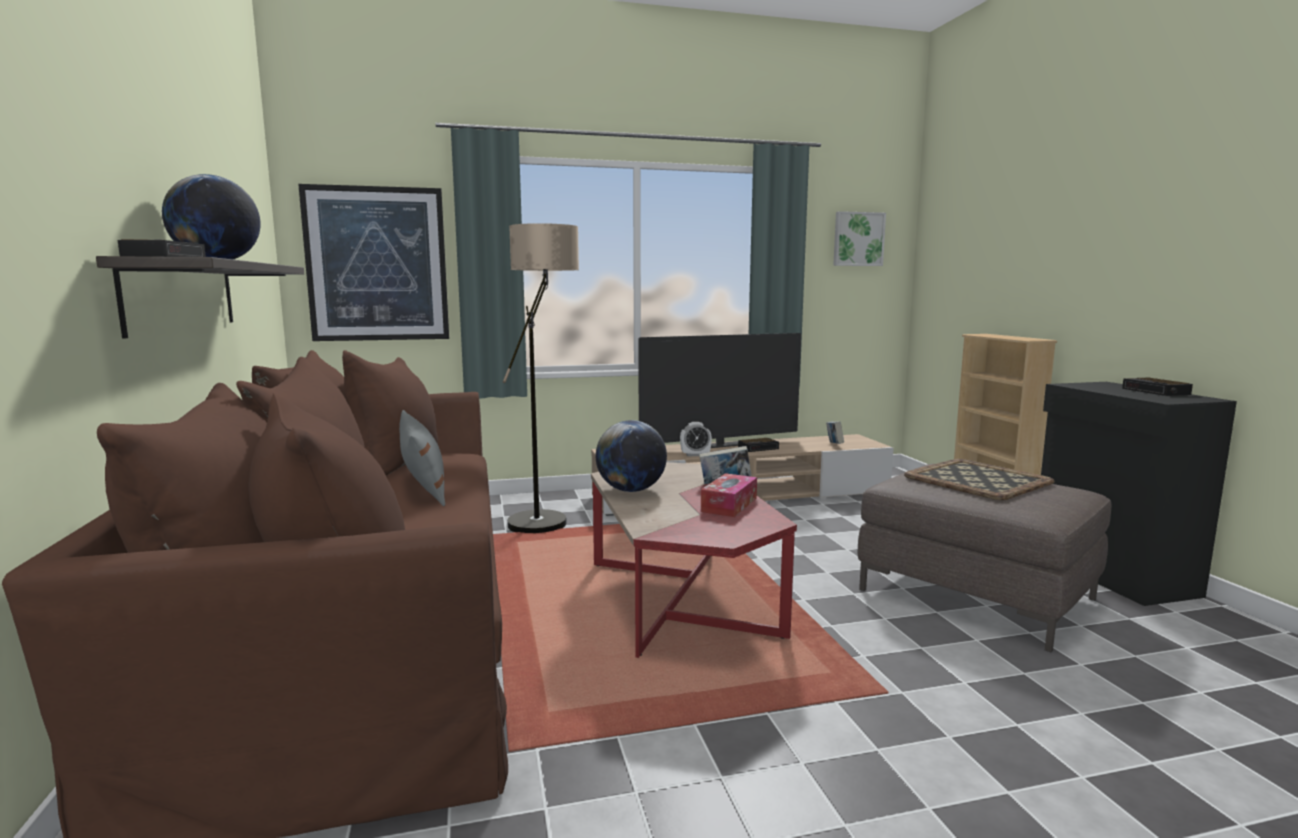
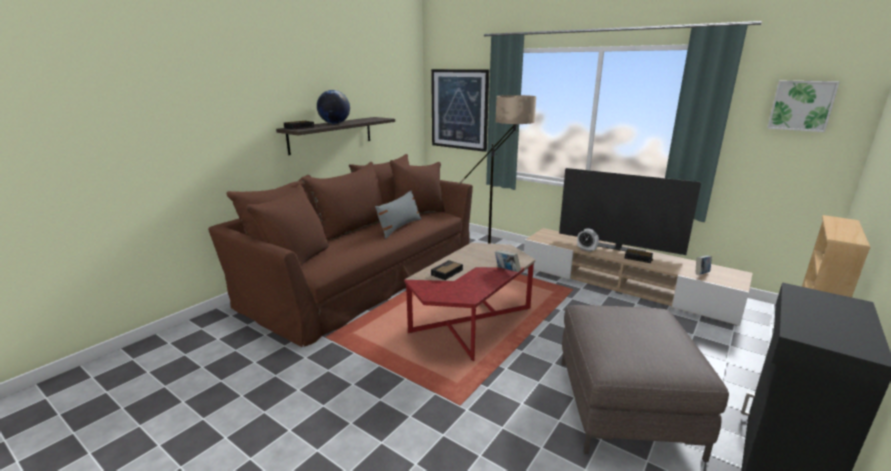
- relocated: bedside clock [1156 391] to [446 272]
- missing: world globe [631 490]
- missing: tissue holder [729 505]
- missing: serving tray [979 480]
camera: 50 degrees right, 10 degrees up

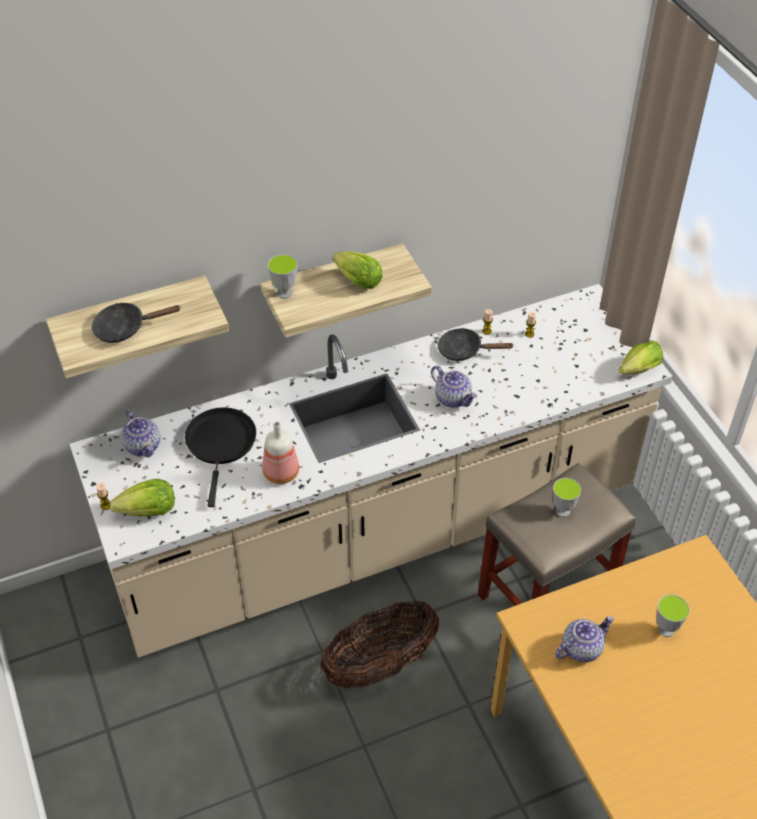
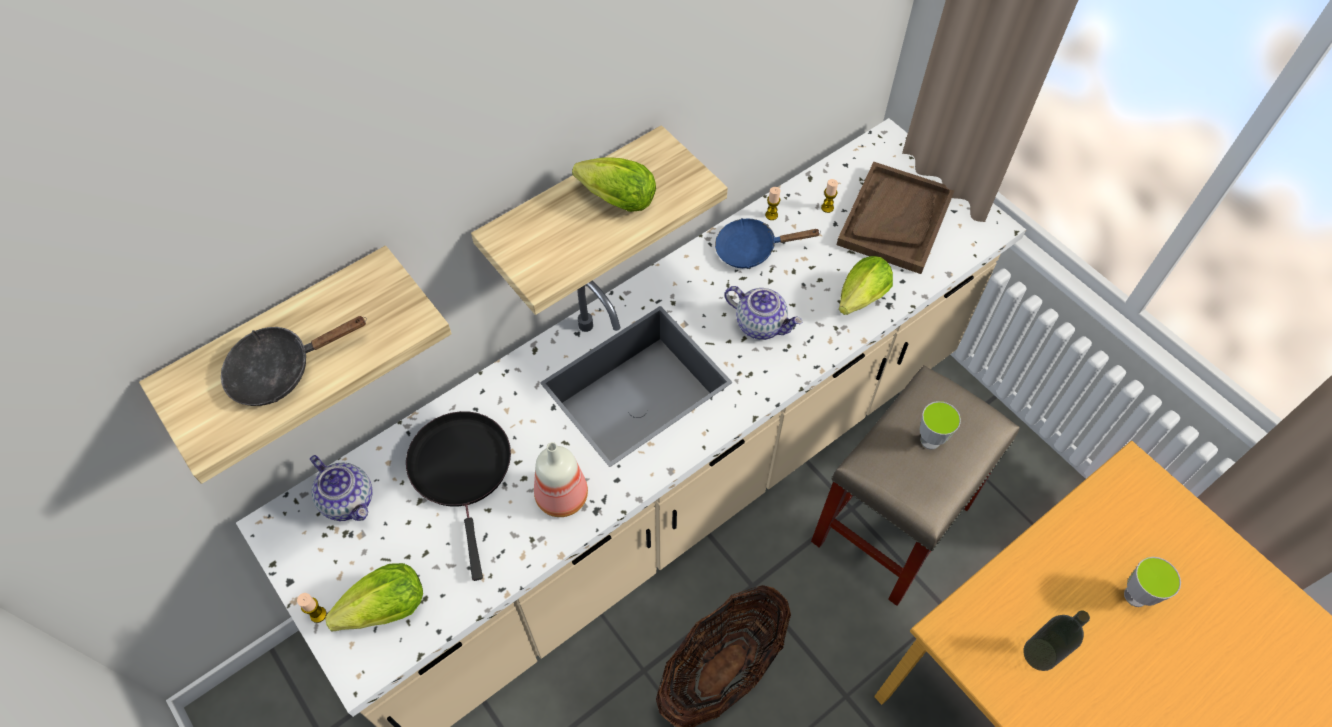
- colour: blackish pan [464 350] to blue-coloured pan [752 249]
- appeared: brownish serving tray [895 219]
- relocated: lettuce [637 371] to [859 300]
- exchanged: pot for tea [581 648] to bottle [1040 654]
- missing: cup [284 293]
camera: 15 degrees left, 10 degrees up

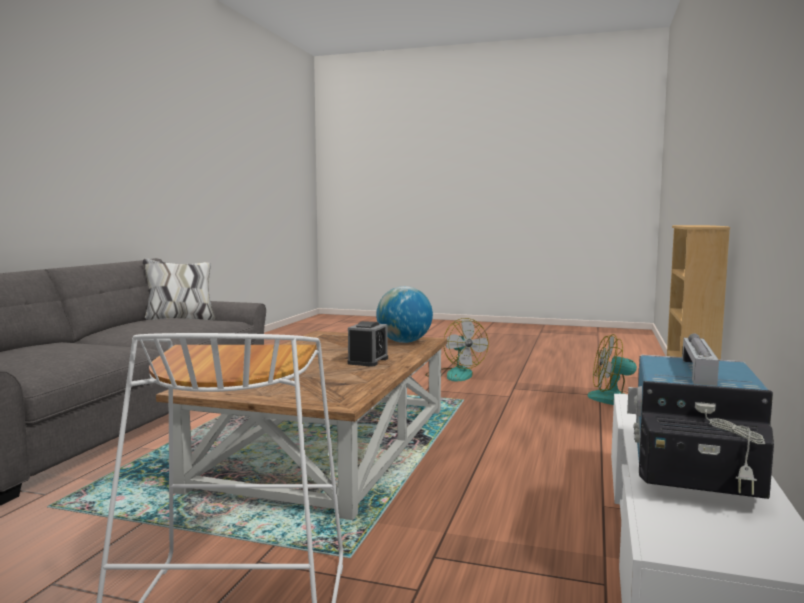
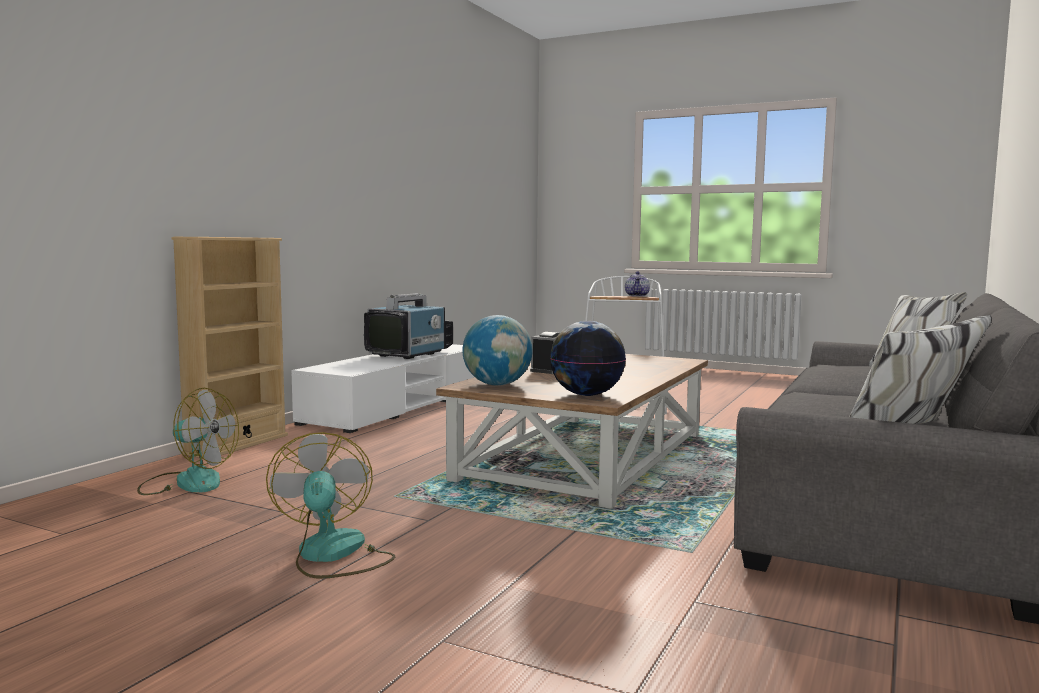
- appeared: world globe [587 395]
- appeared: pot for tea [637 296]
camera: 170 degrees left, 0 degrees up

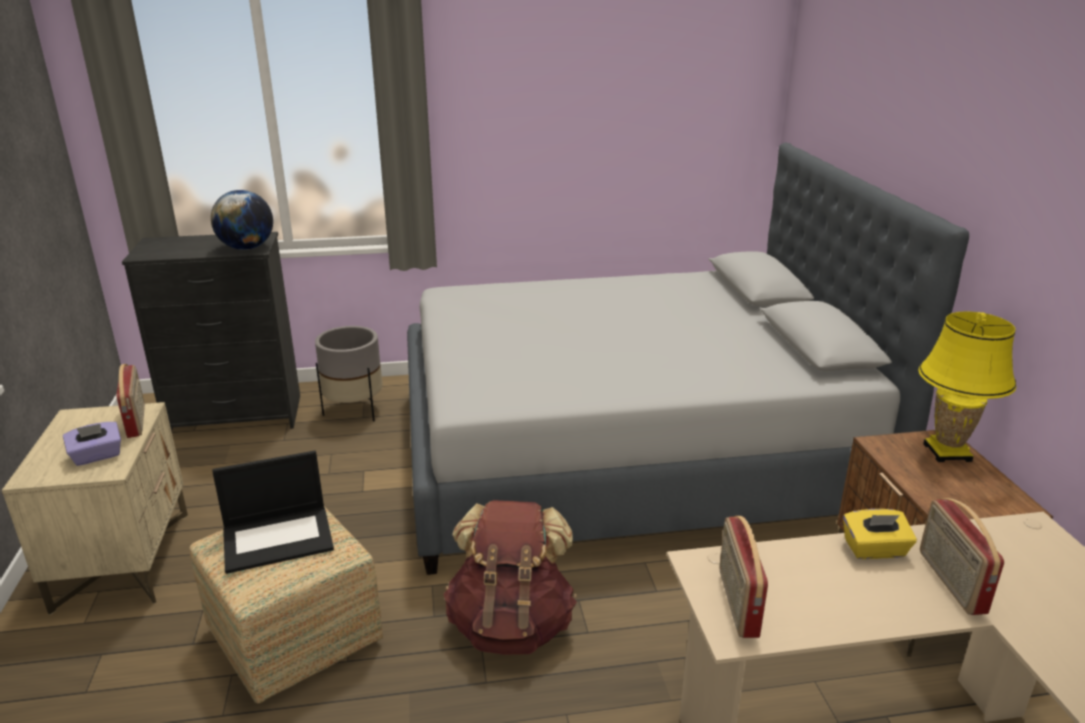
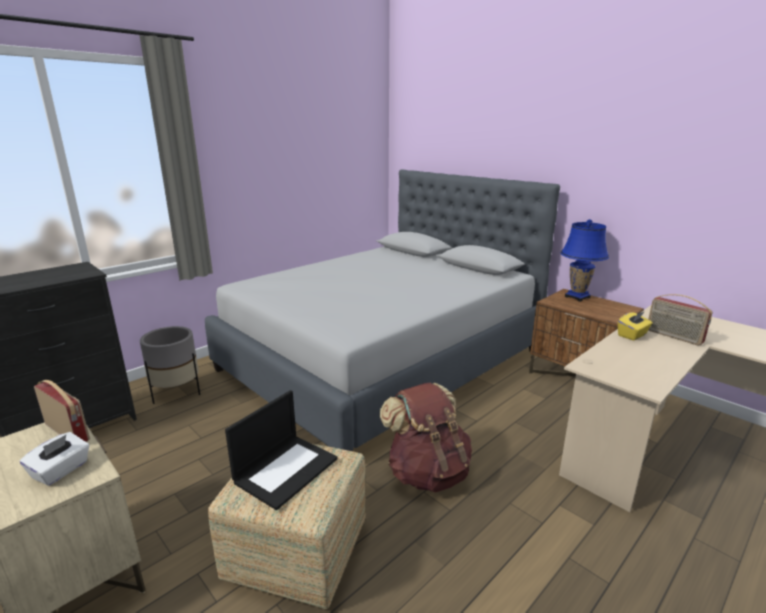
- colour: purple tissue holder [97 456] to white tissue holder [61 470]
- colour: yellowish table lamp [947 452] to blue-coloured table lamp [577 297]
- missing: world globe [247 248]
- missing: radio [736 602]
camera: 35 degrees left, 5 degrees down

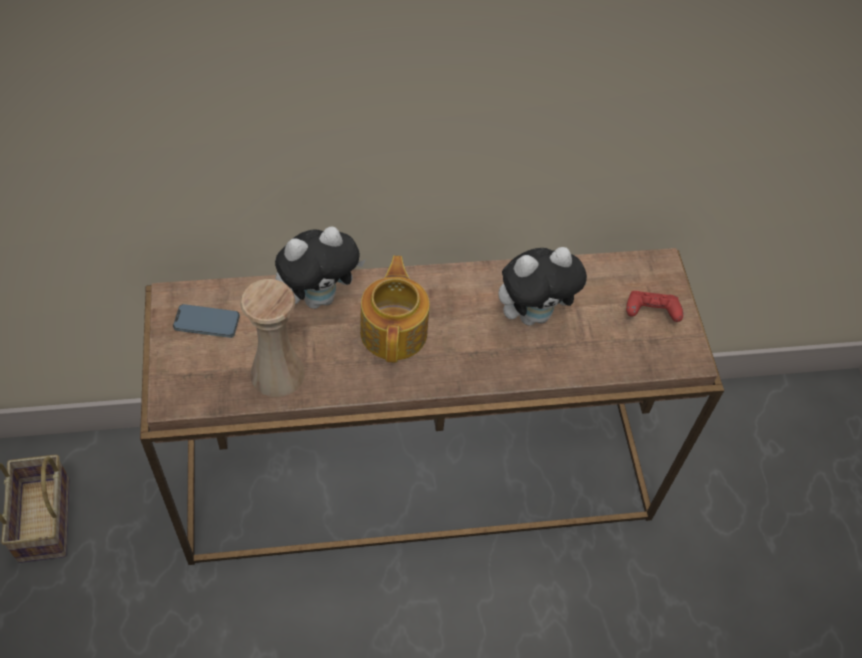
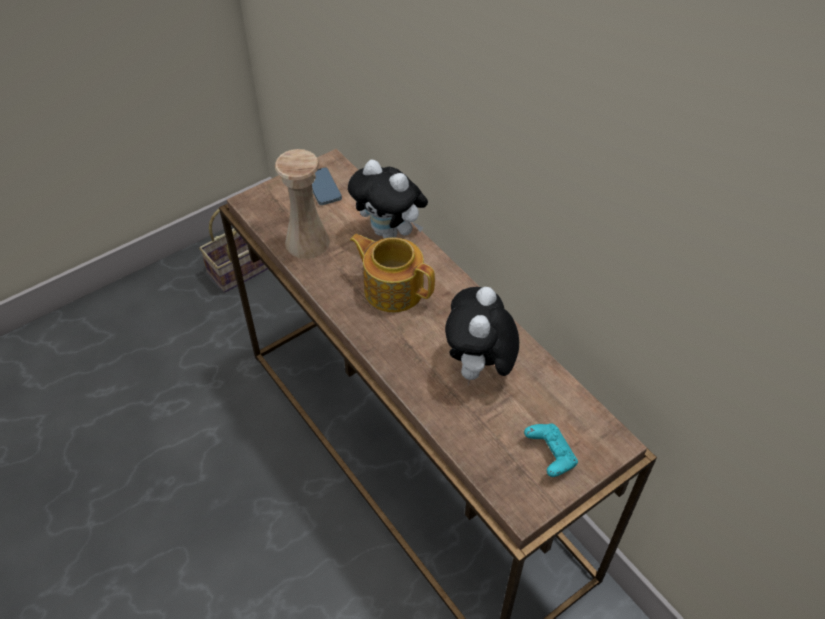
- spun: pot for tea [395 331] = [393 288] 120 degrees counterclockwise
- spun: cuddly toy [533 314] = [478 368] 60 degrees clockwise
- colour: red game controller [650 313] to turquoise-coloured game controller [550 455]
camera: 65 degrees right, 5 degrees down

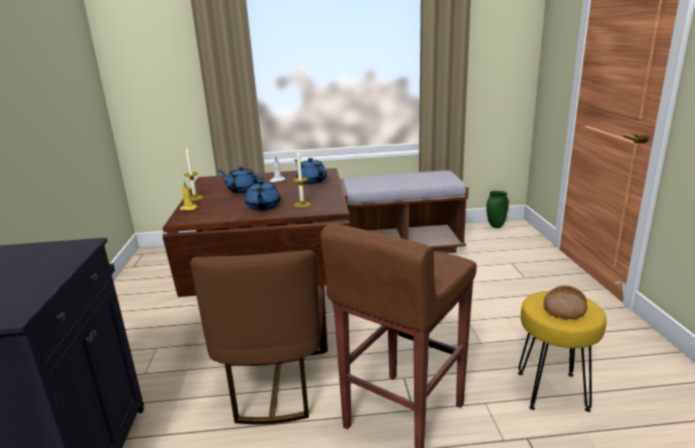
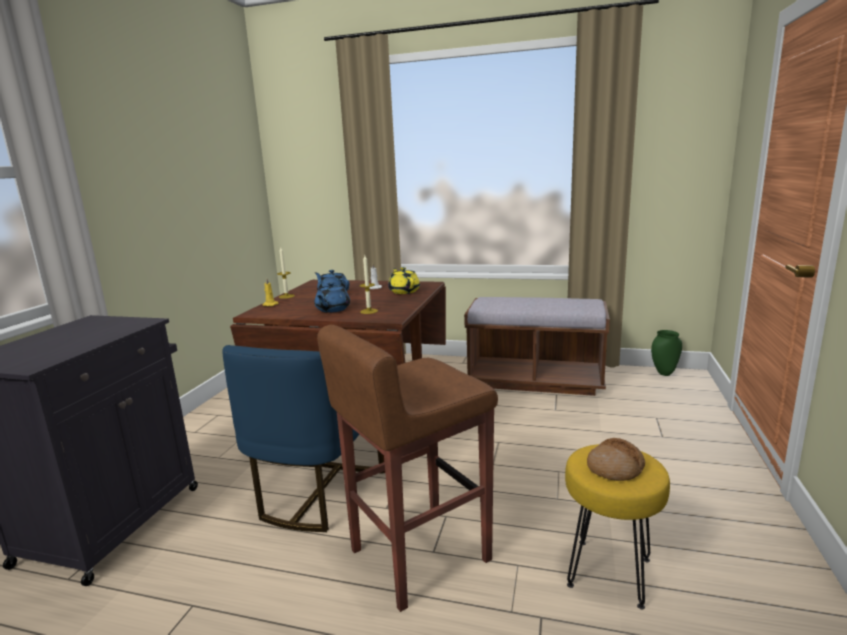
- colour: brownish chair [275 384] to blue-coloured chair [317 493]
- colour: blue-coloured pot for tea [311 181] to yellowish pot for tea [404 291]
camera: 20 degrees right, 5 degrees down

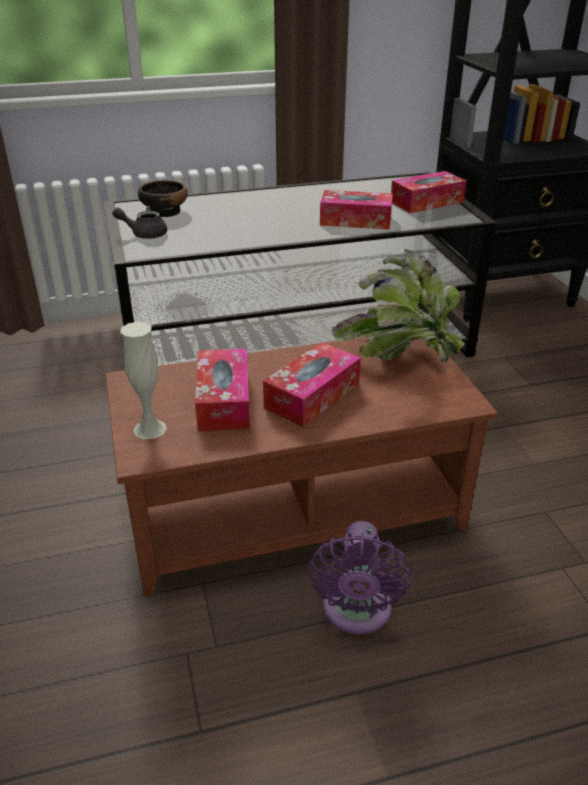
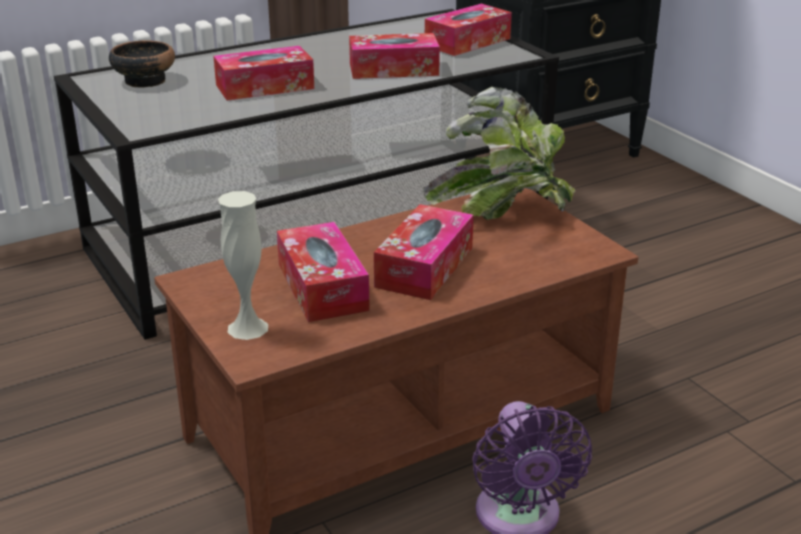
- appeared: tissue holder [265 87]
- missing: grey pot for tea [144 234]
camera: 15 degrees left, 5 degrees down

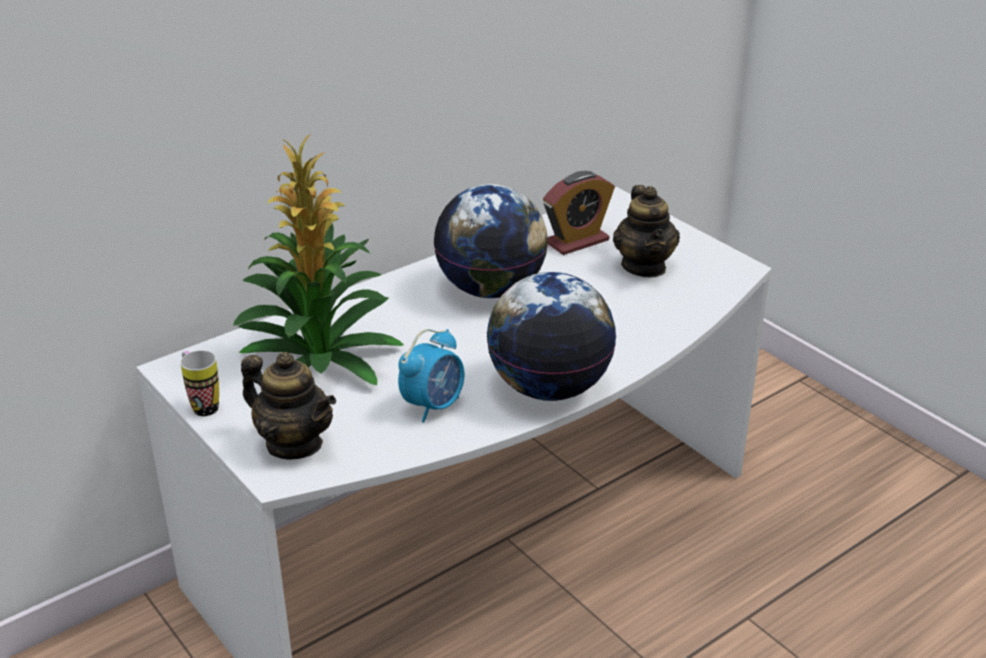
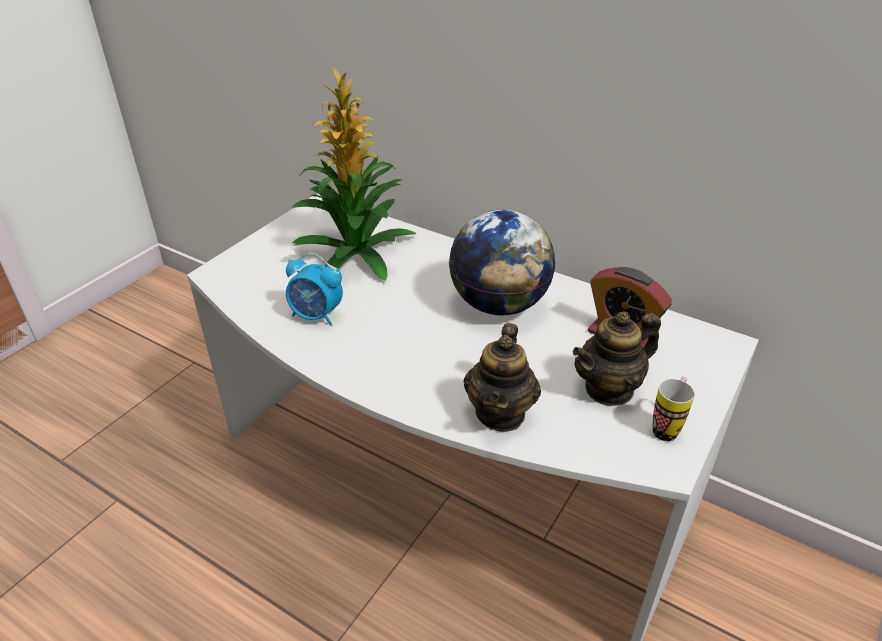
- relocated: pot for tea [294 444] to [501 413]
- relocated: tea mug [201 405] to [667 427]
- missing: world globe [549 388]
camera: 70 degrees right, 5 degrees up

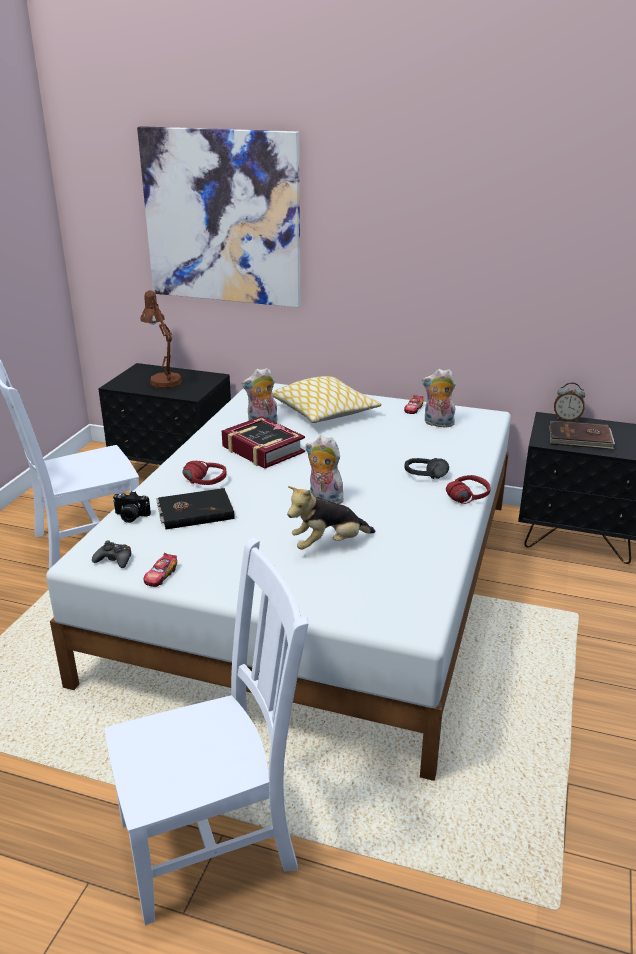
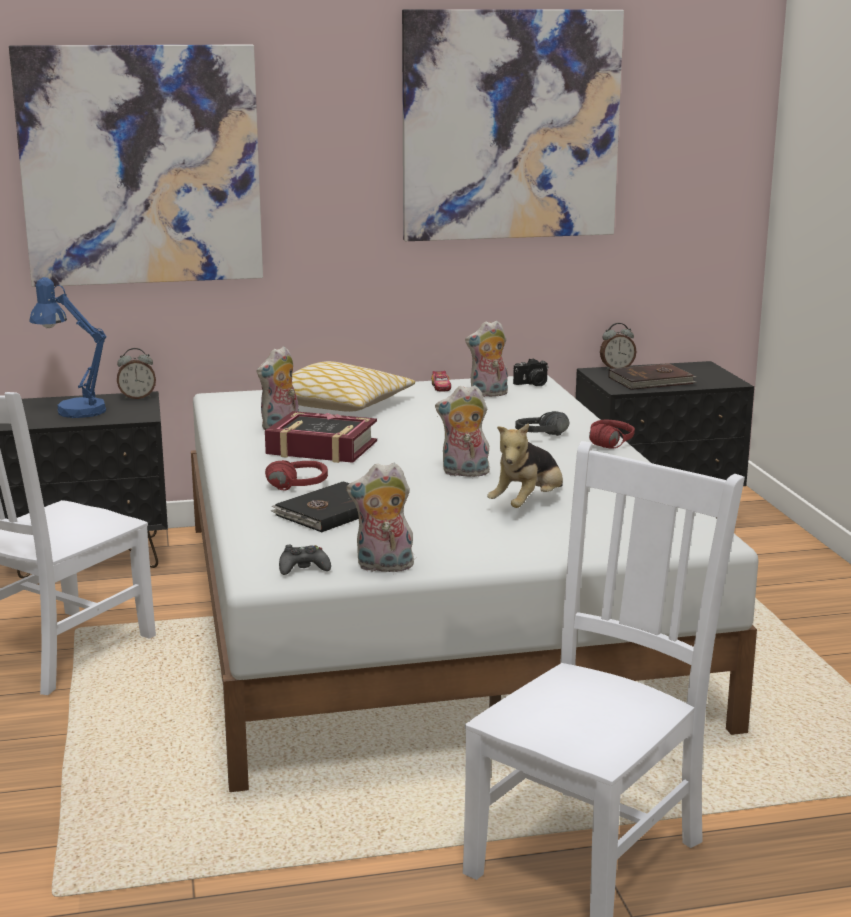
- colour: brownish table lamp [163 380] to blue-coloured table lamp [74 409]
- appeared: bedside clock [137 397]
- exchanged: model car [160 575] to cuddly toy [383 567]
- appeared: picture [511 126]
- relocated: still camera [131 517] to [532 384]
camera: 30 degrees left, 10 degrees down

